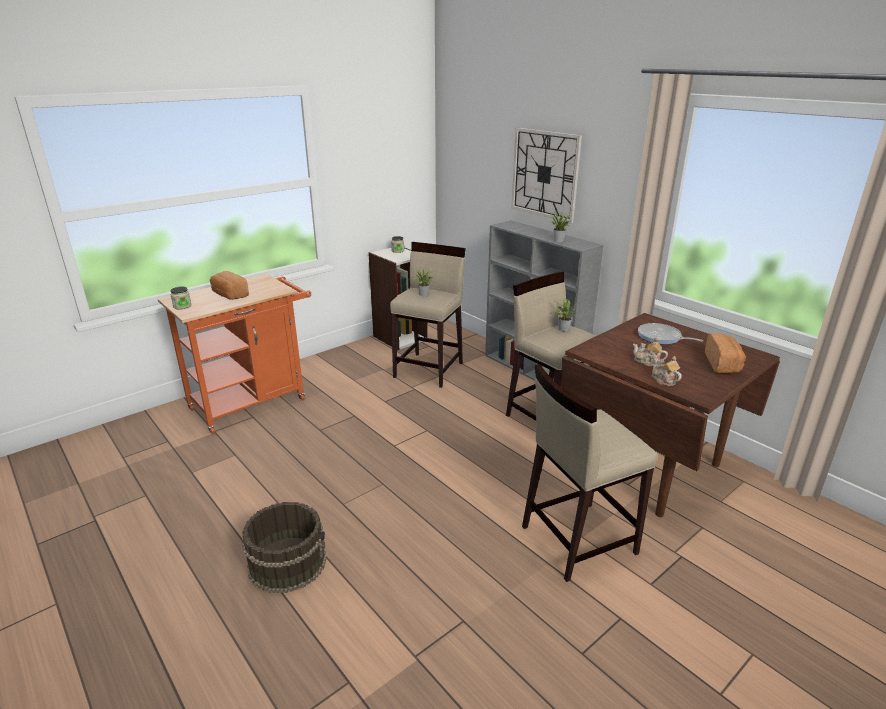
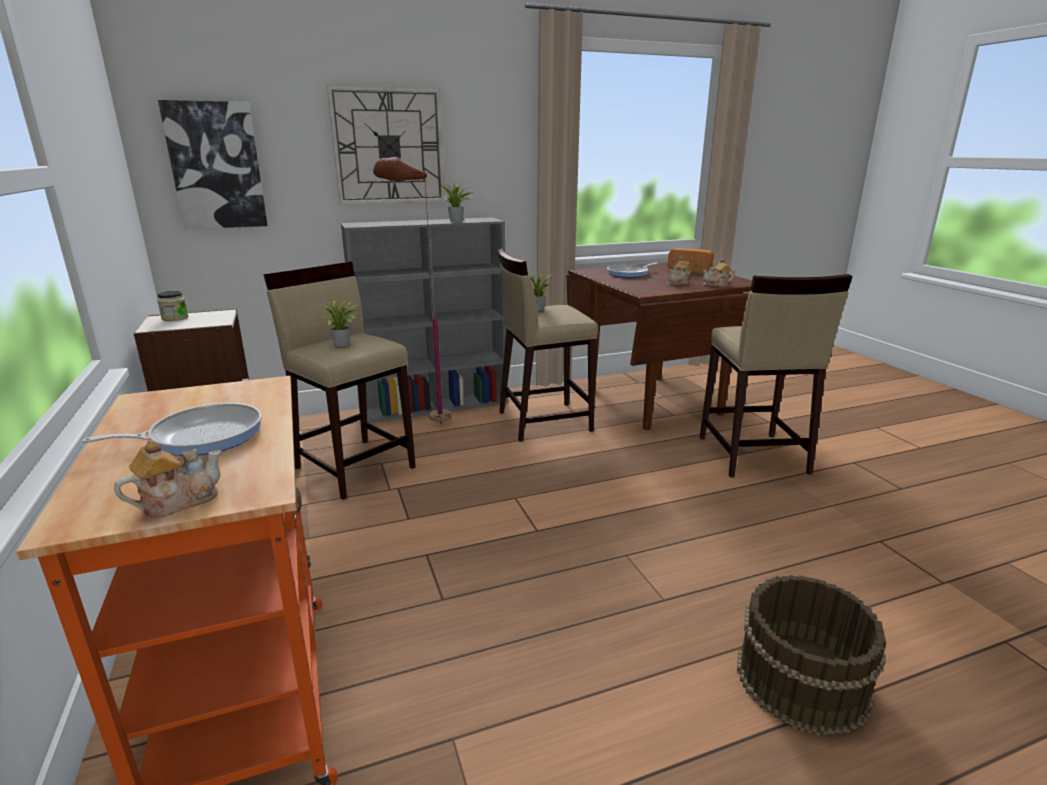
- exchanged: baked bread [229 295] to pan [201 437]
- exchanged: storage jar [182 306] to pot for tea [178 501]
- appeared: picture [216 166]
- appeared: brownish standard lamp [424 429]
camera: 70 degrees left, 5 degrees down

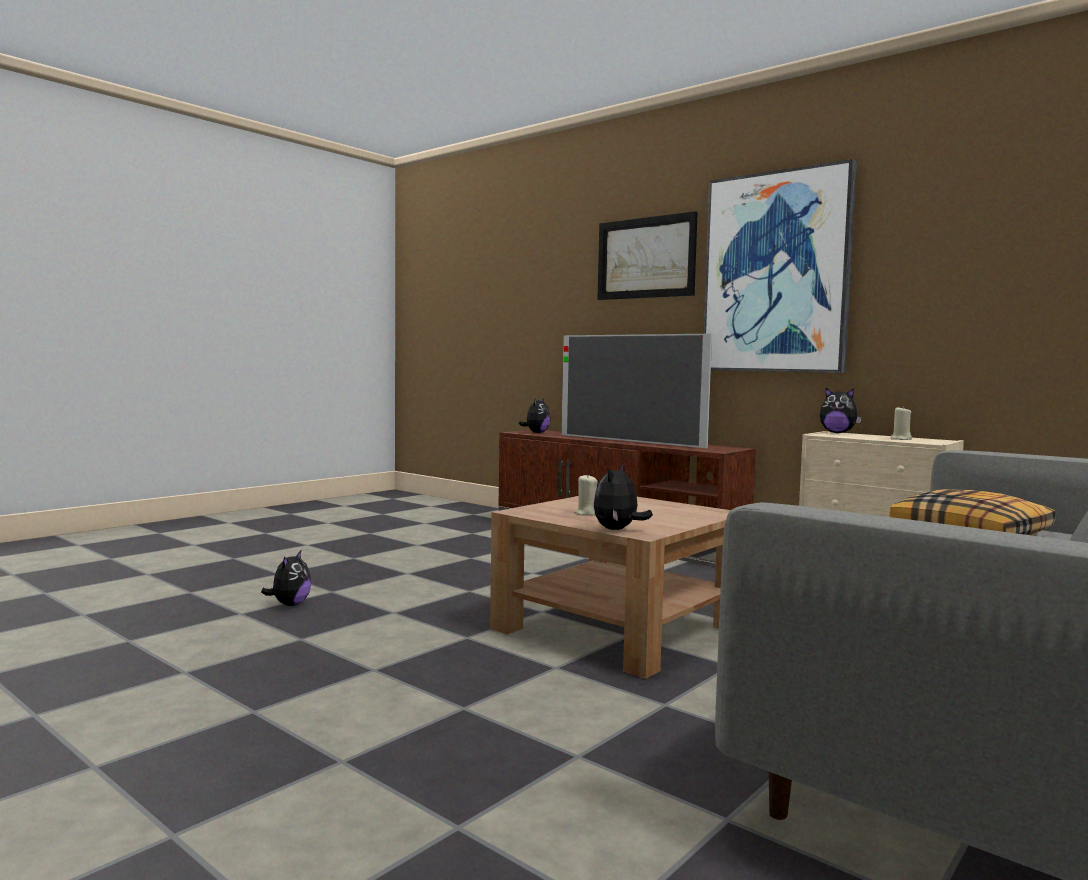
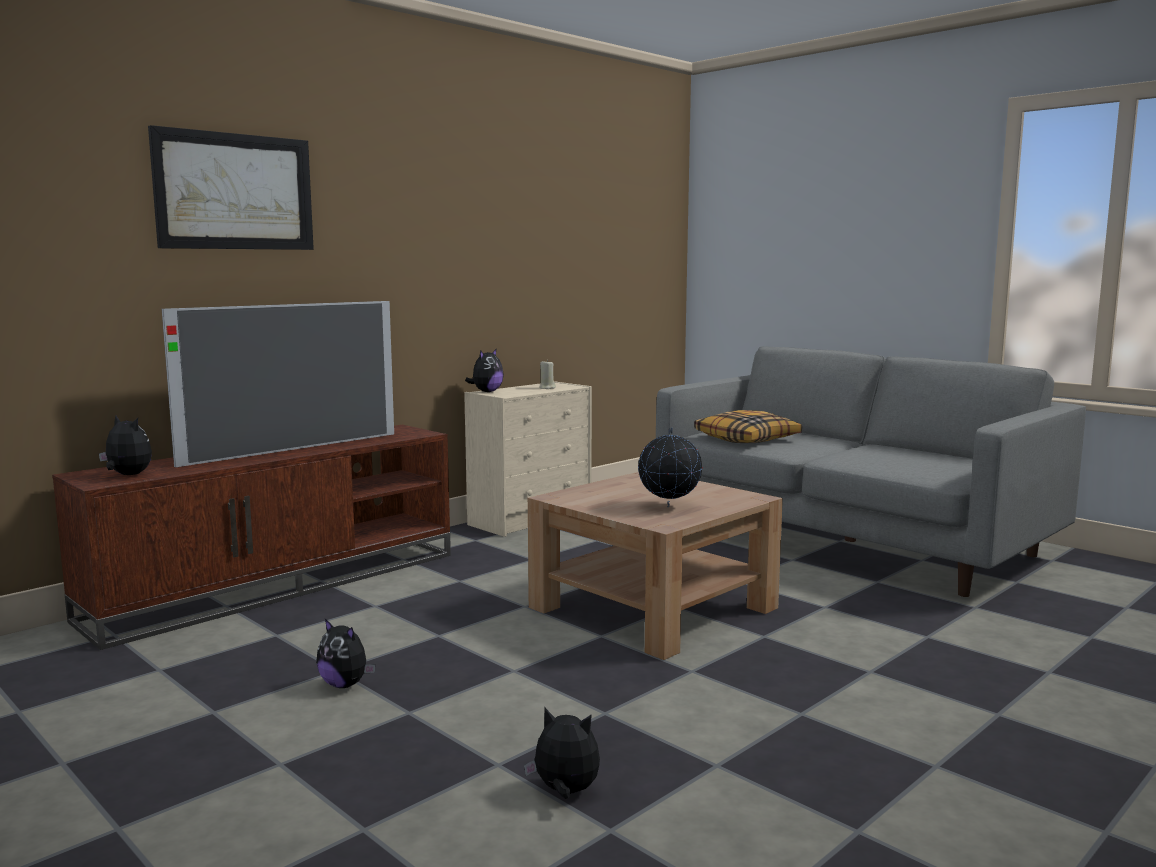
- relocated: cuddly toy [618 530] to [345 684]
- exchanged: beige-coloured wax candle [586 514] to world globe [669 506]
- missing: picture [777 273]
camera: 85 degrees left, 5 degrees up

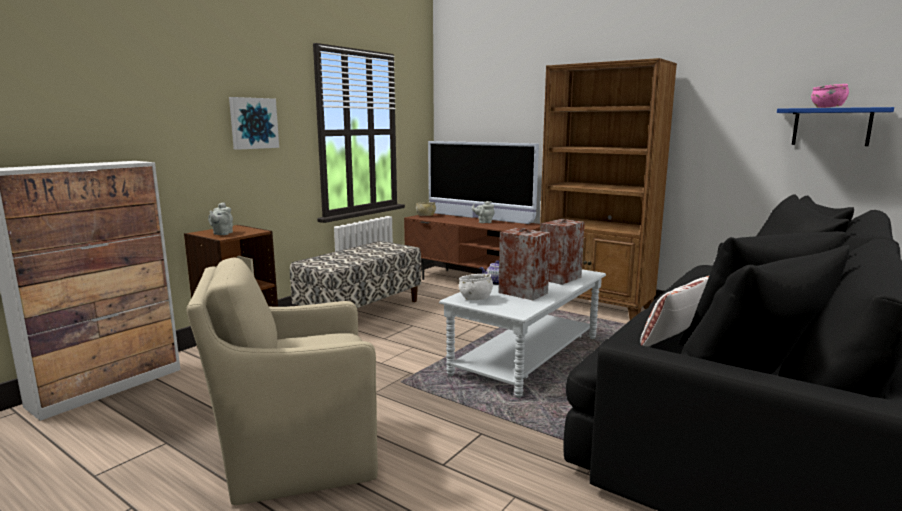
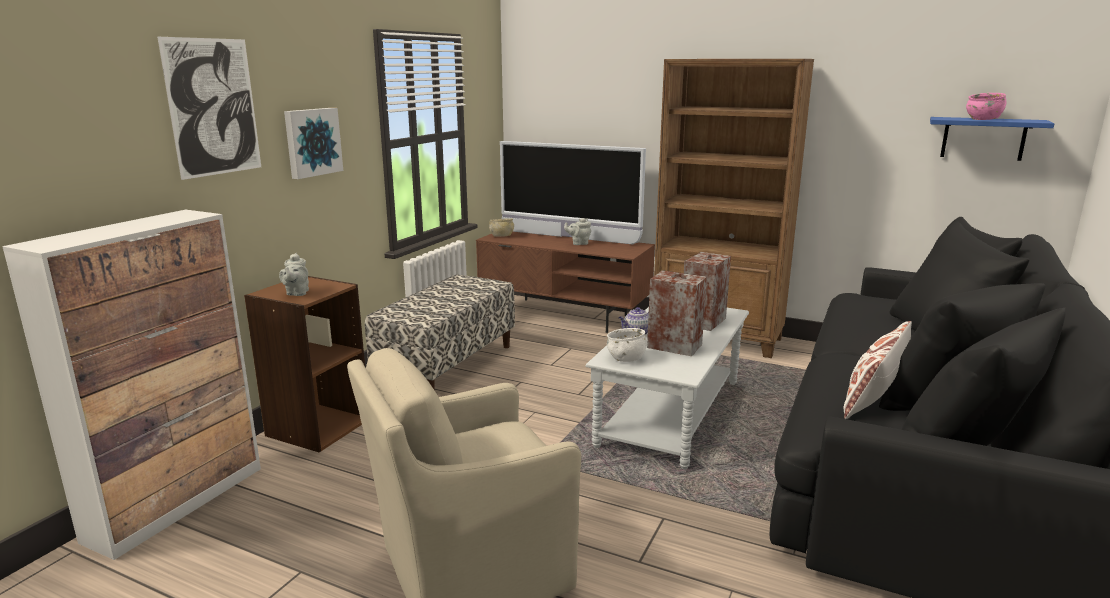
- appeared: picture [213 107]
camera: 10 degrees left, 5 degrees up

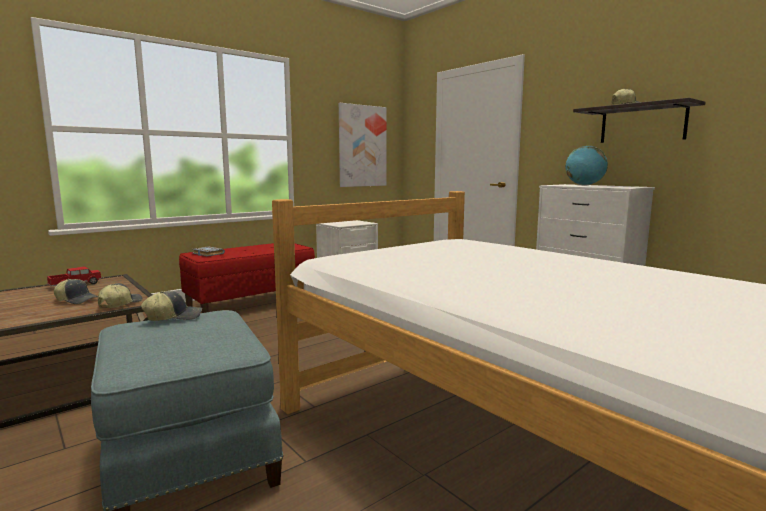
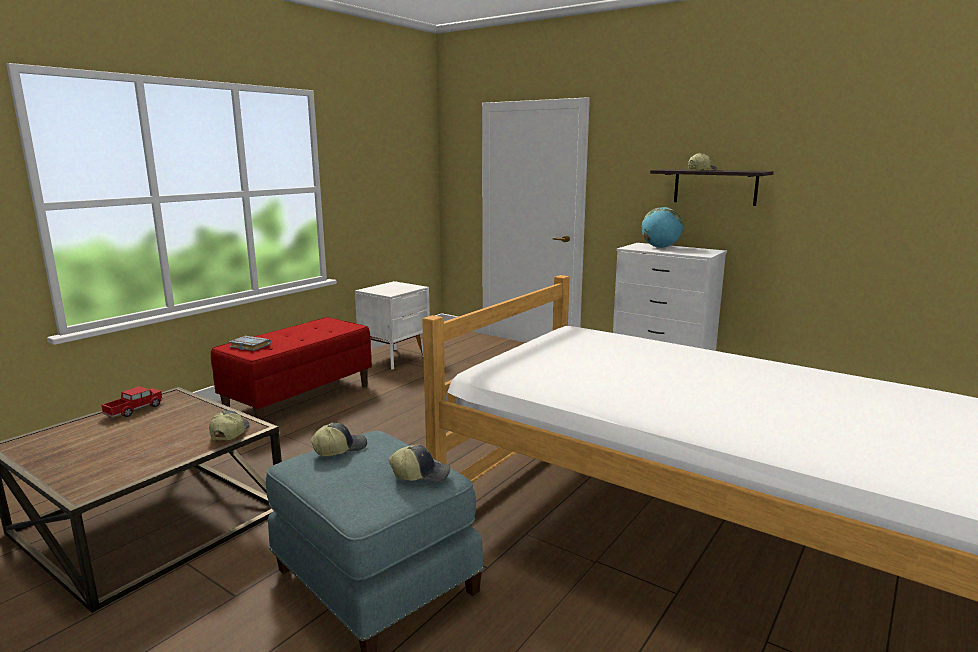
- relocated: cap [77 300] to [421 474]
- missing: picture [362 146]
camera: 15 degrees left, 5 degrees up

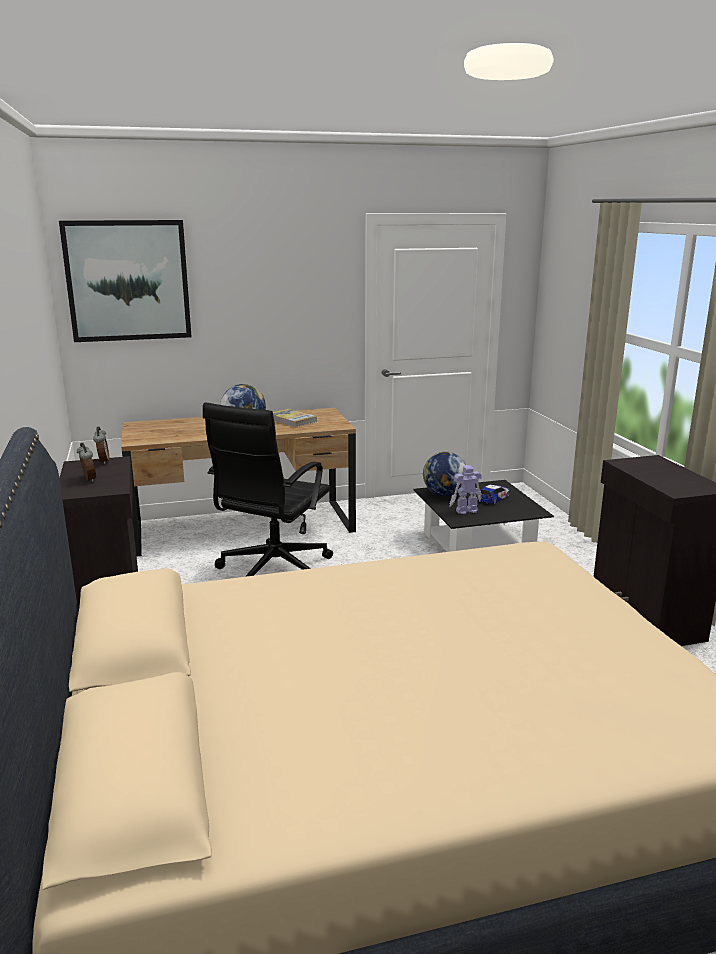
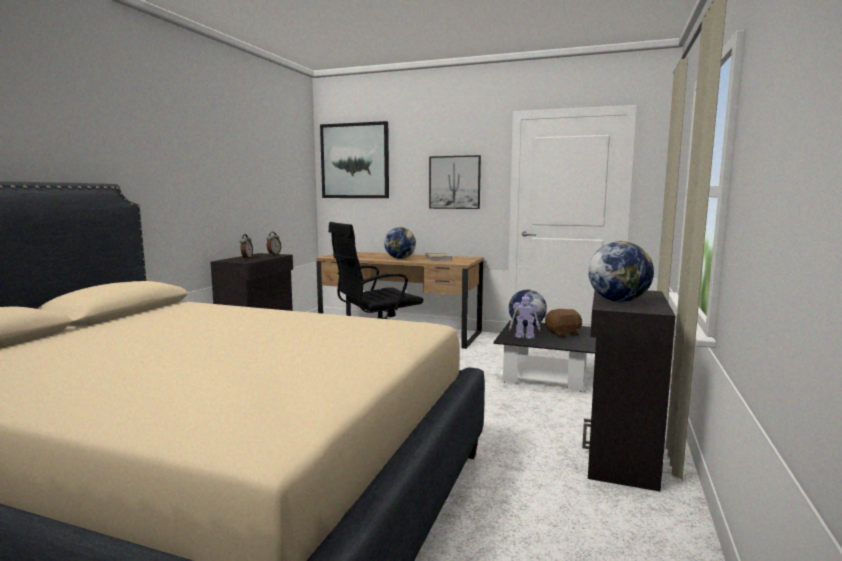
- appeared: picture [454 182]
- exchanged: model car [494 498] to brownish cuddly toy [563 334]
- appeared: world globe [618 301]
camera: 35 degrees right, 10 degrees down

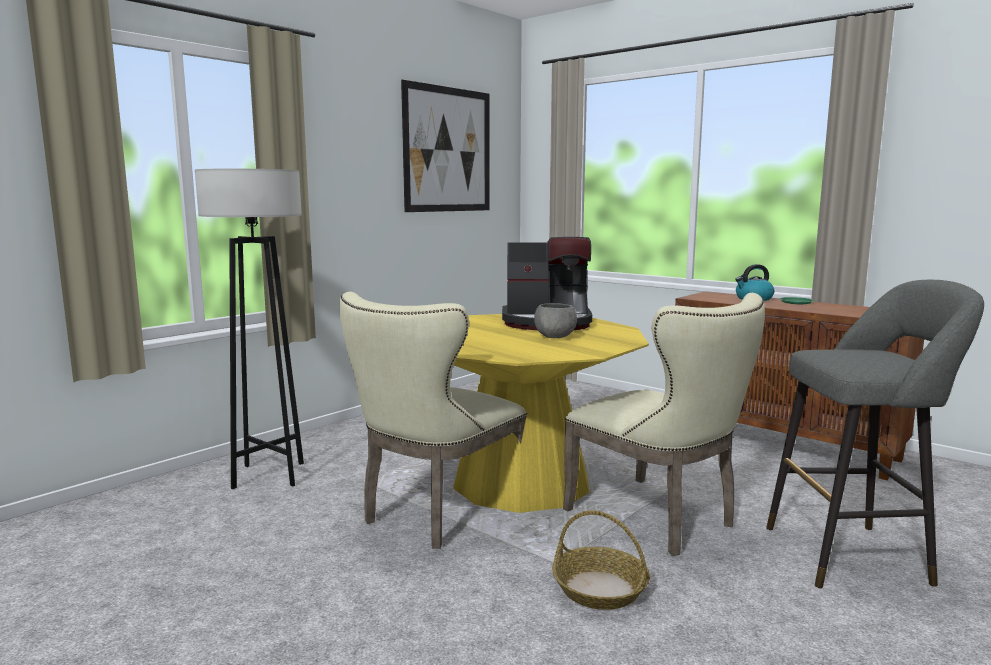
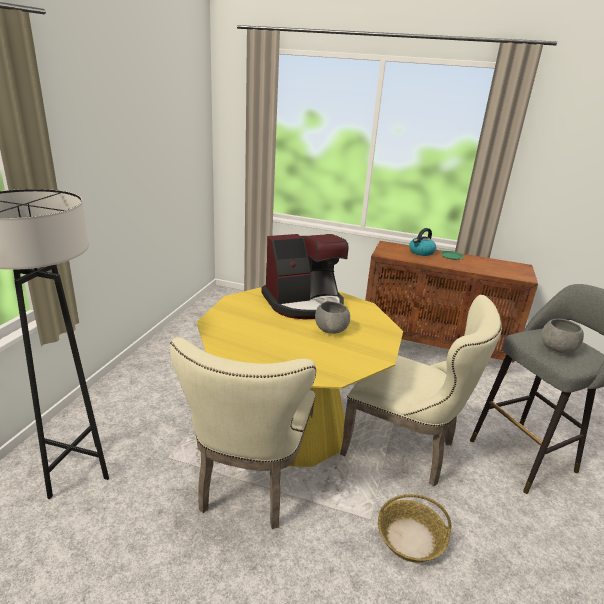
- appeared: grey serving bowl [557 349]
- missing: picture [448 150]
camera: 25 degrees left, 15 degrees up

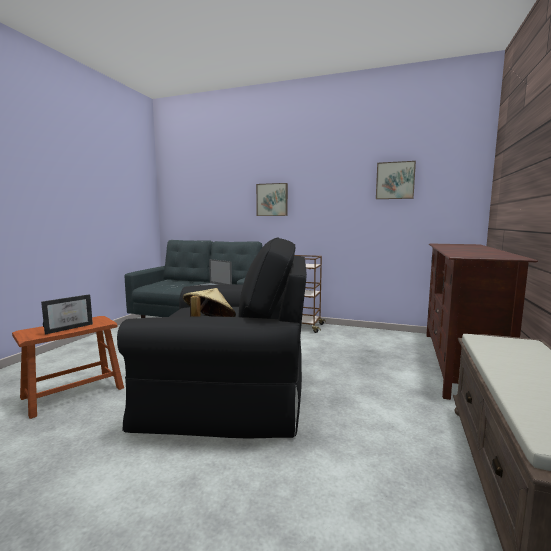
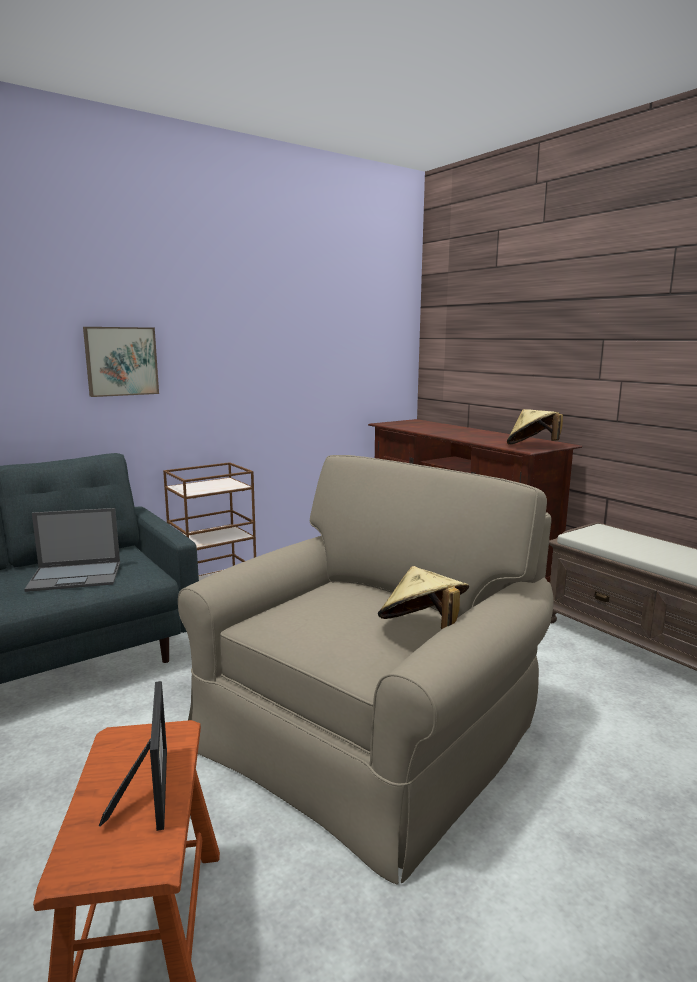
- colour: blackish armchair [230 392] to beige-coloured armchair [368 734]
- appeared: beige-coloured wearable hat [532 446]
- missing: picture [395 180]
camera: 55 degrees left, 5 degrees up

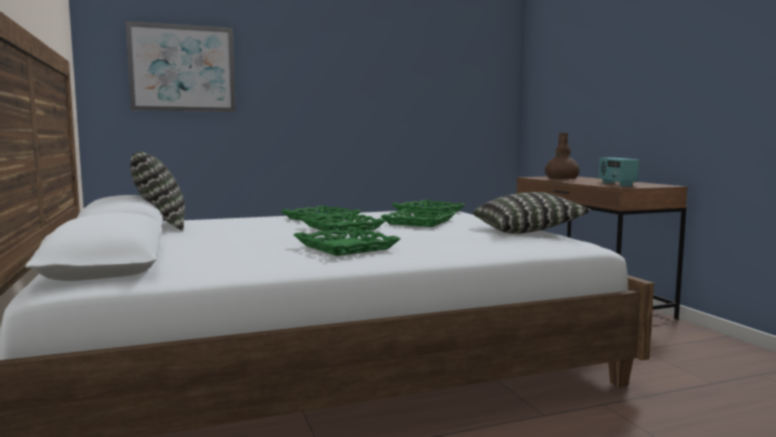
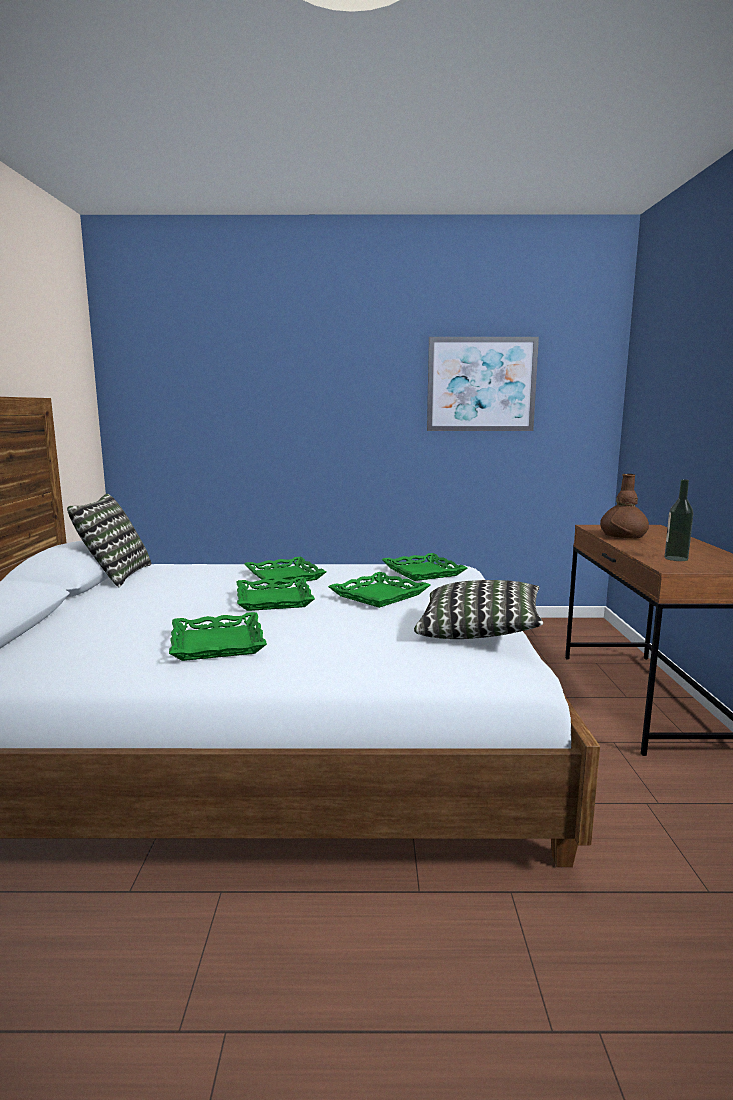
- relocated: picture [182 68] to [481 384]
- exchanged: radio [616 184] to bottle [676 558]
camera: 20 degrees right, 5 degrees up

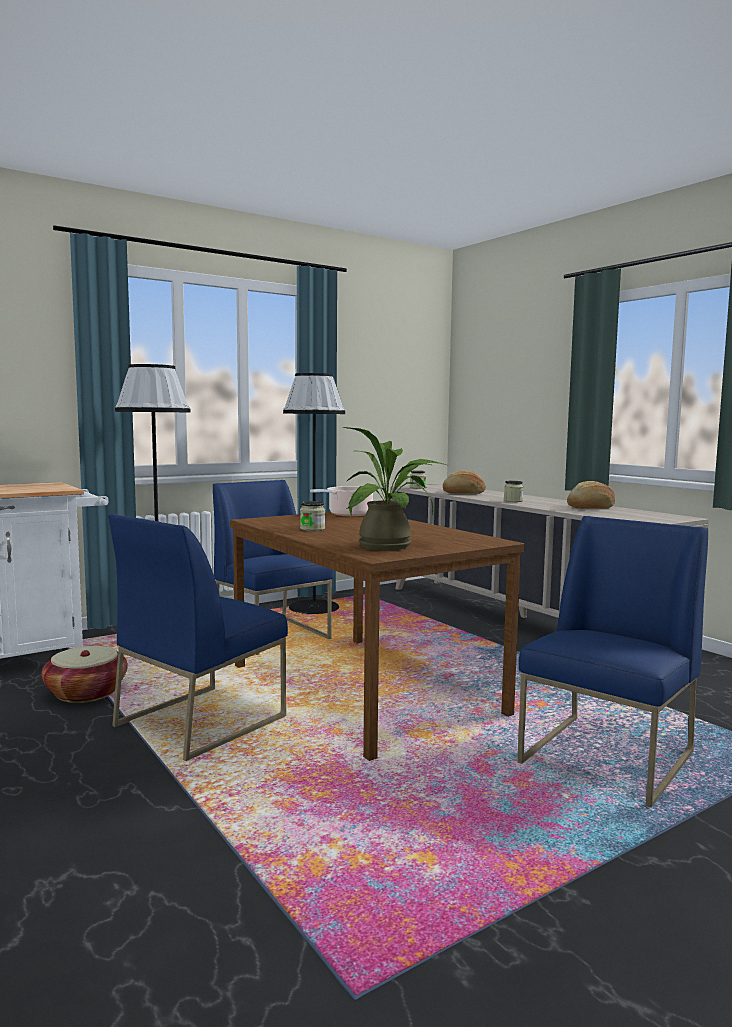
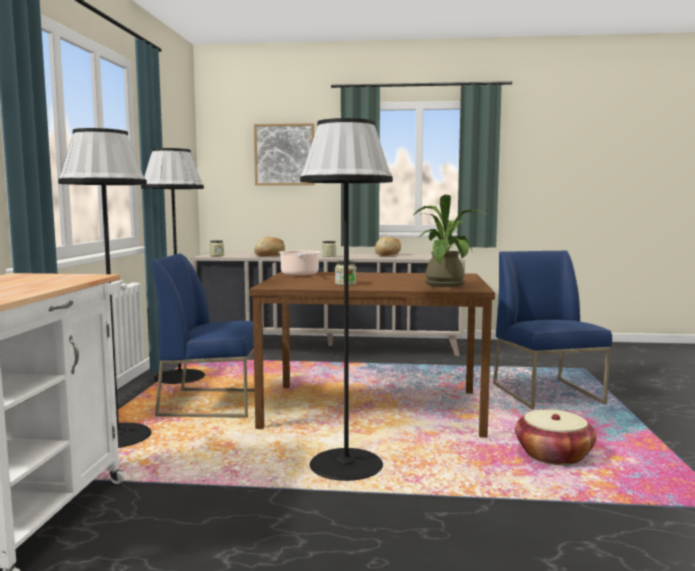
- appeared: picture [284 154]
- exchanged: blue-coloured chair [201 720] to blackish standard lamp [346 465]
- relocated: storage basket [86 693] to [553 455]
camera: 50 degrees left, 0 degrees up

